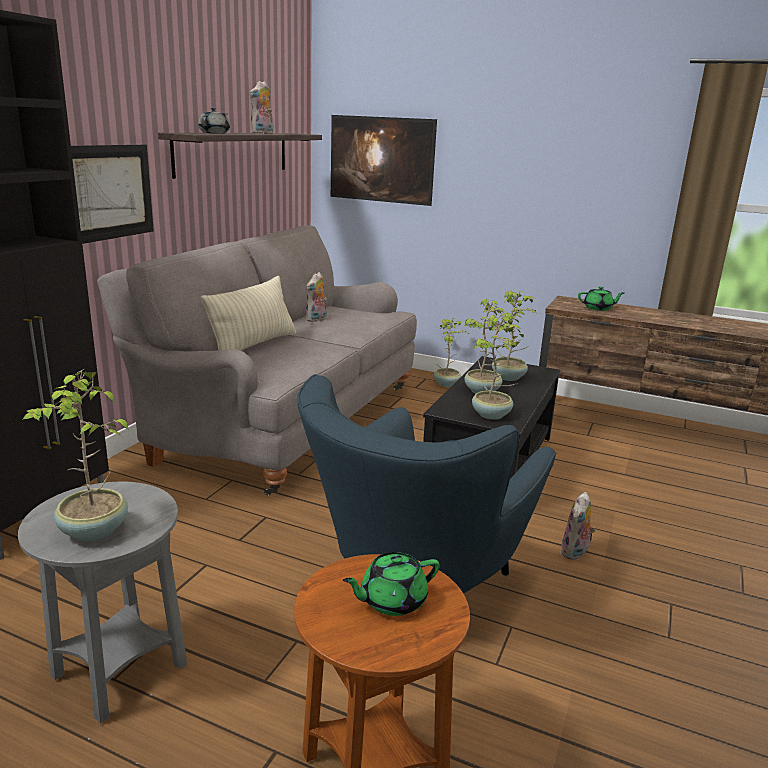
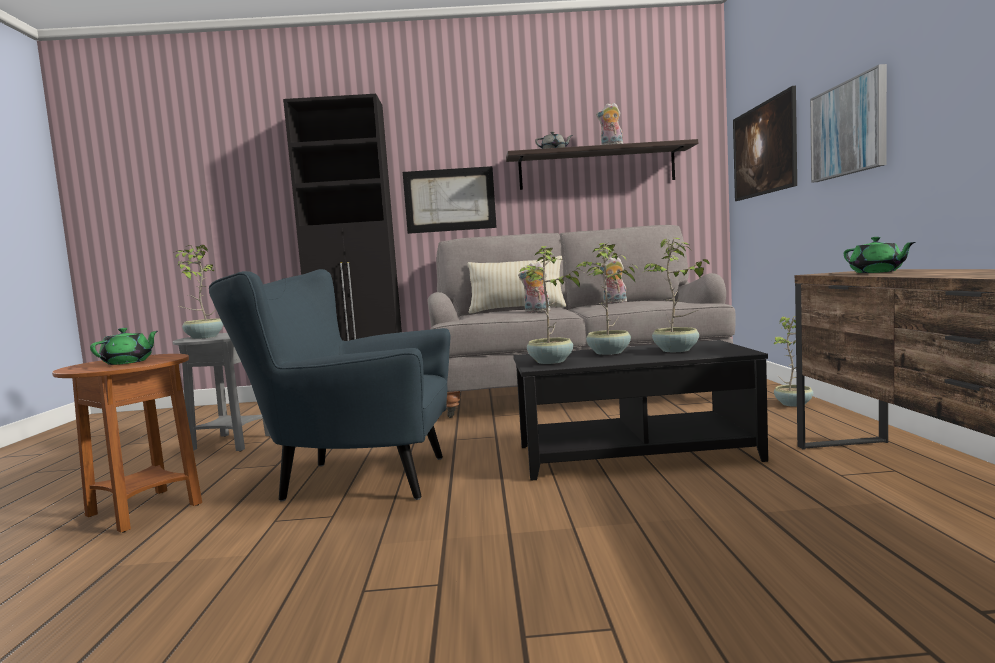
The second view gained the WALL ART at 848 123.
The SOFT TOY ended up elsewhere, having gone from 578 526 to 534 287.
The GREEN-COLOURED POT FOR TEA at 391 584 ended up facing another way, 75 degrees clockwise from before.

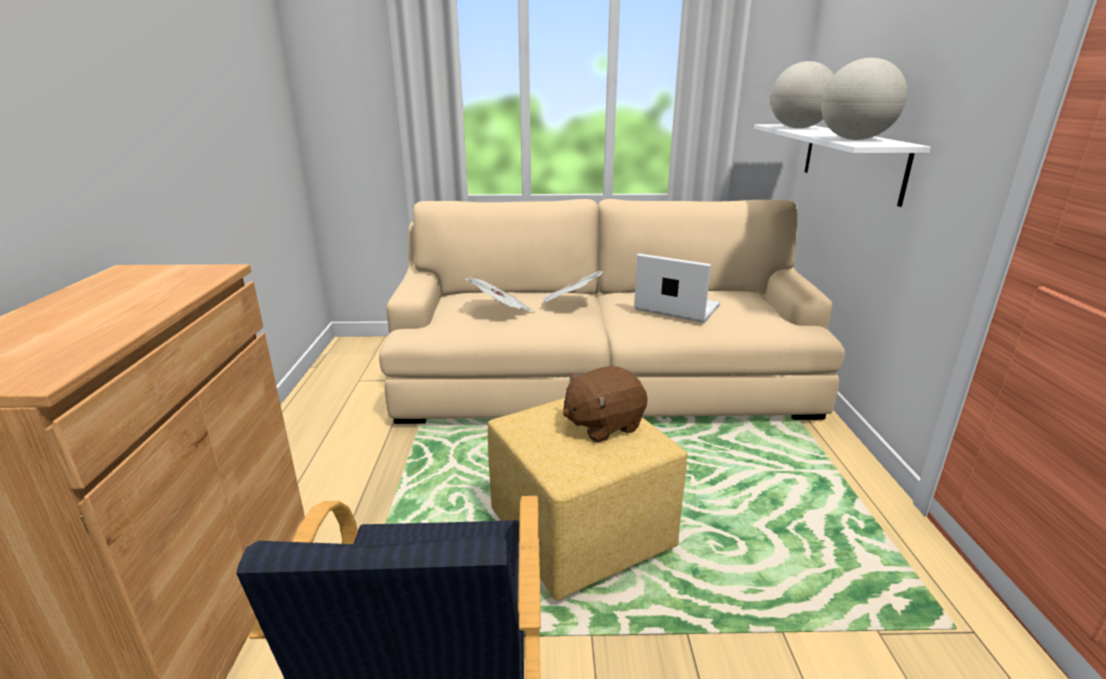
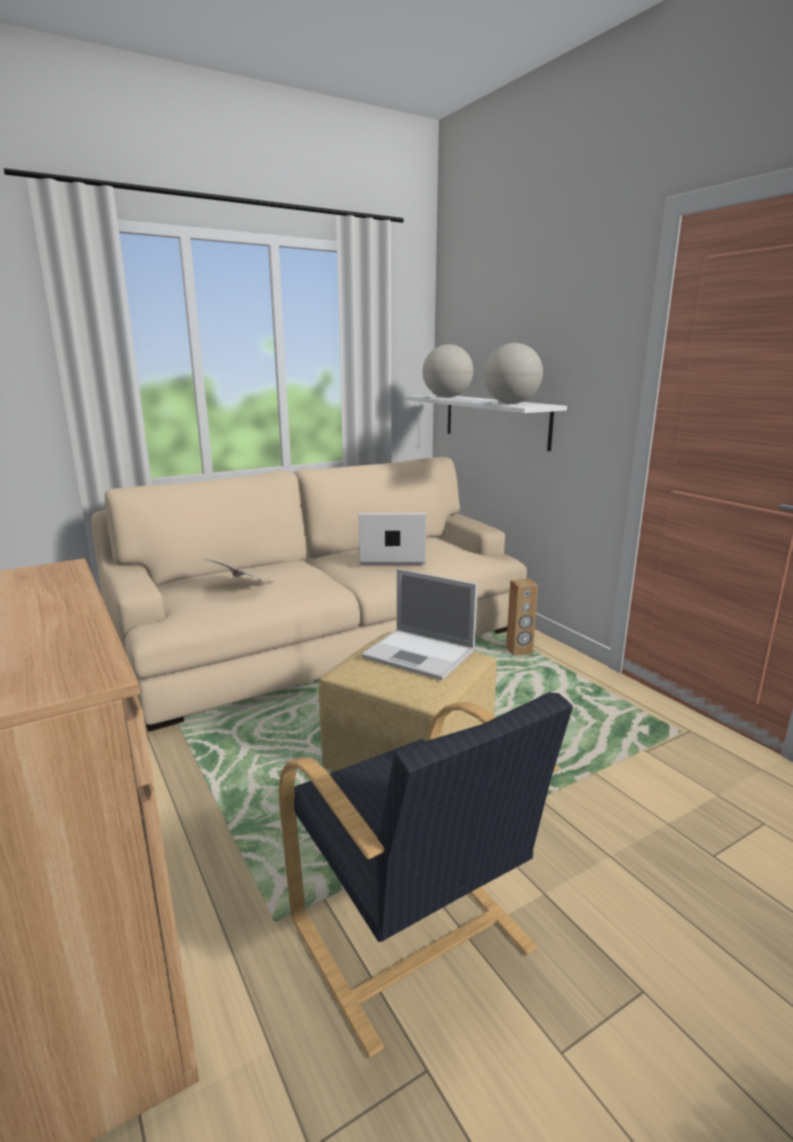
The second view lost the NEWSPAPER at 571 288.
The second view gained the BROWN LOUDSPEAKER at 522 617.
Where the BROWN SOFT TOY stood at 605 404, the PORTABLE COMPUTER came to stand at 419 624.

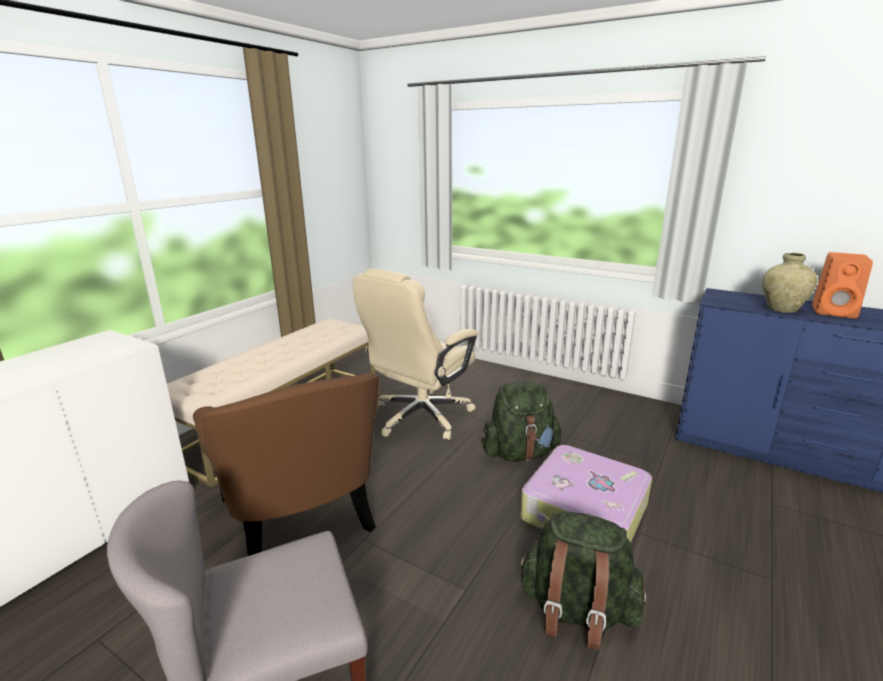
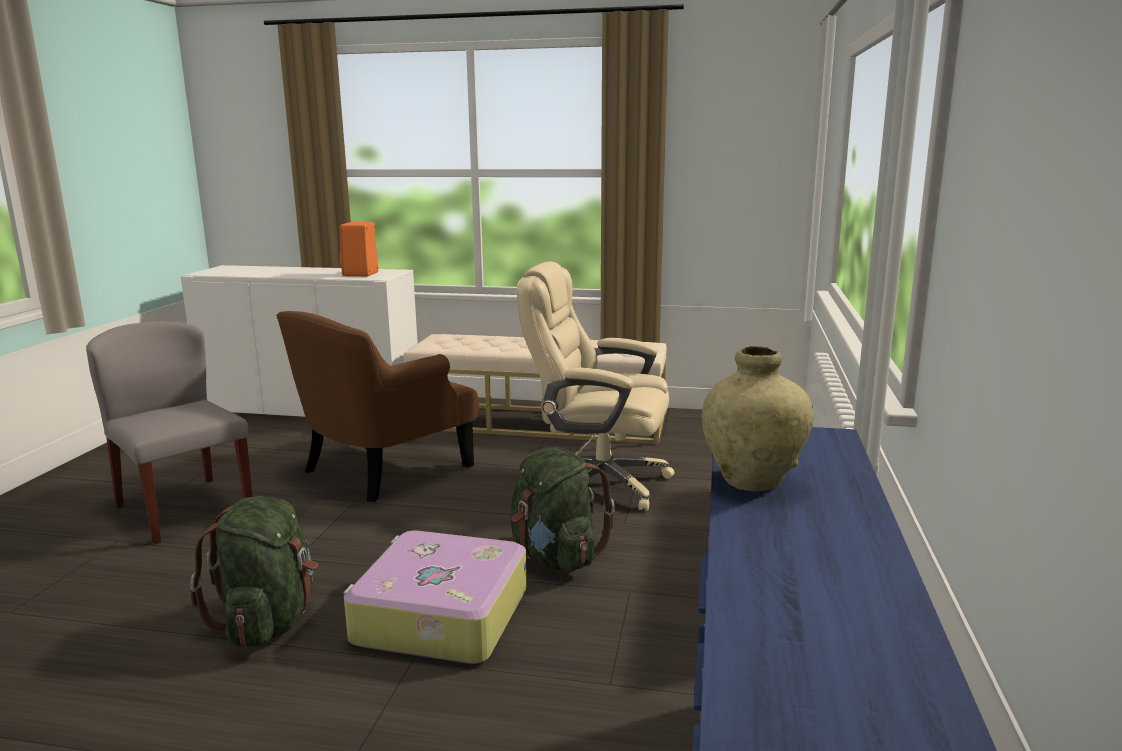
The ORANGE LOUDSPEAKER ended up elsewhere, having gone from 842 285 to 359 249.

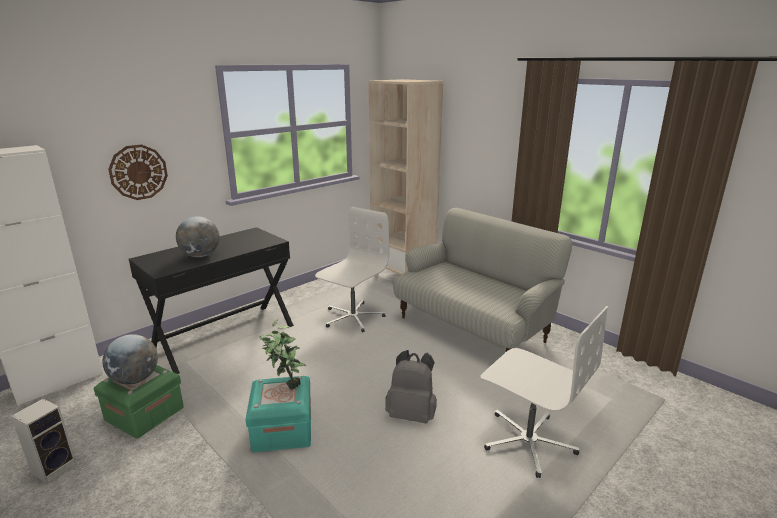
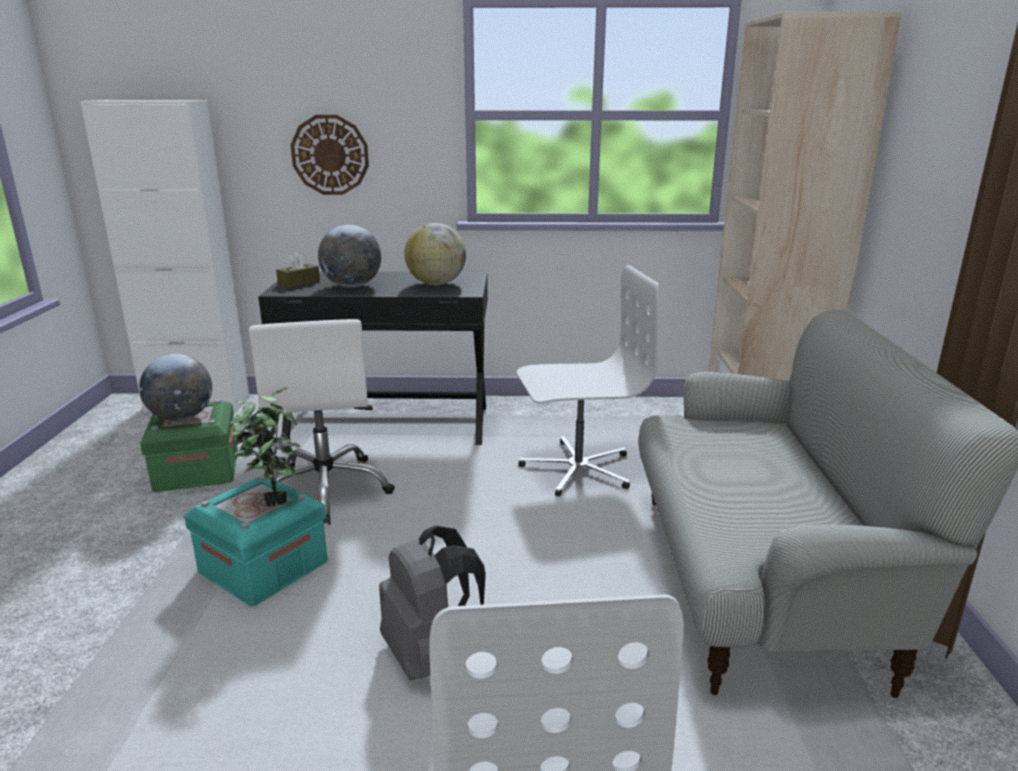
The second view lost the LOUDSPEAKER at 44 441.
The second view gained the WHITISH OFFICE CHAIR at 322 422.
The second view gained the BROWN TISSUE BOX at 298 270.
The second view gained the GLOBE at 435 254.

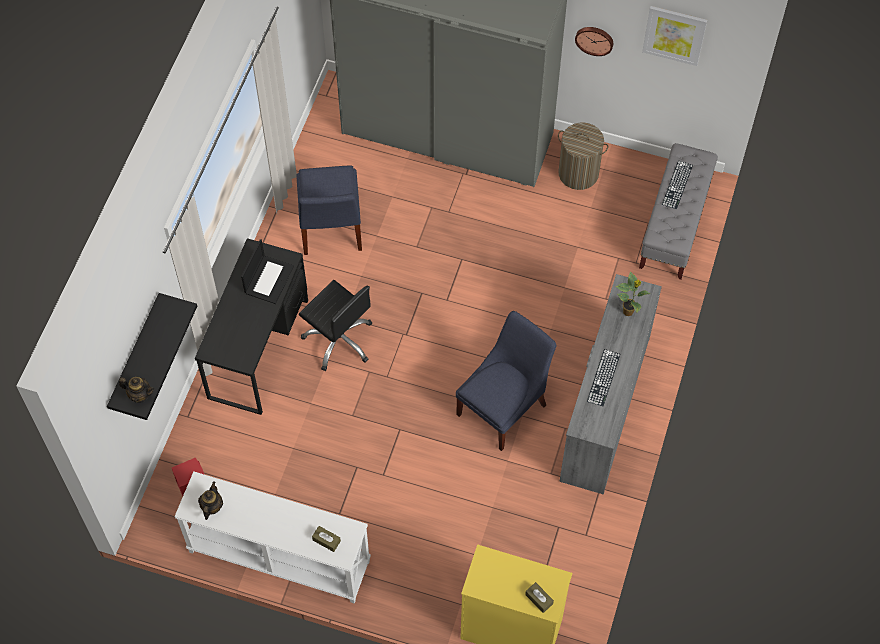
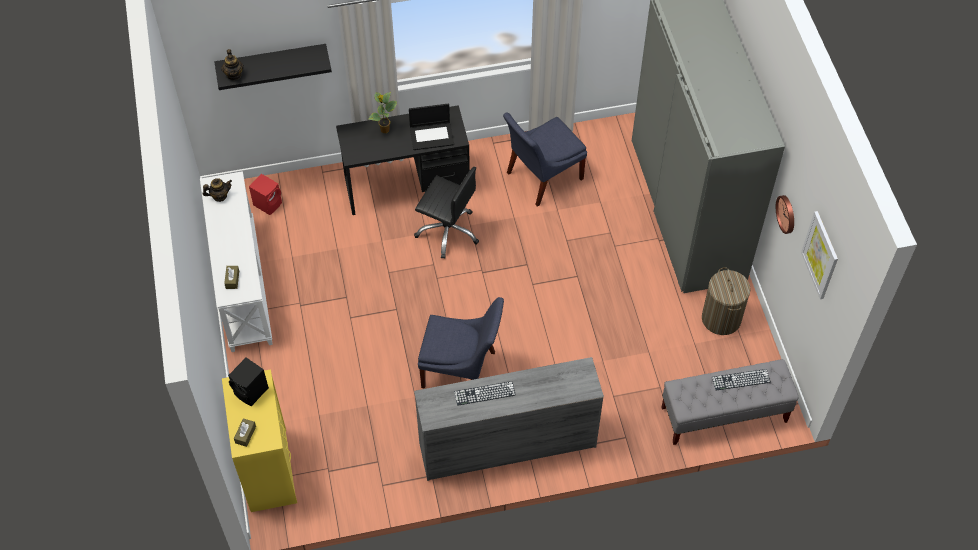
The second view gained the BLACK LOUDSPEAKER at 248 381.
The HOUSEPLANT ended up elsewhere, having gone from 633 294 to 382 112.
The BLACK OFFICE CHAIR at 335 325 ended up facing another way, 75 degrees counterclockwise from before.

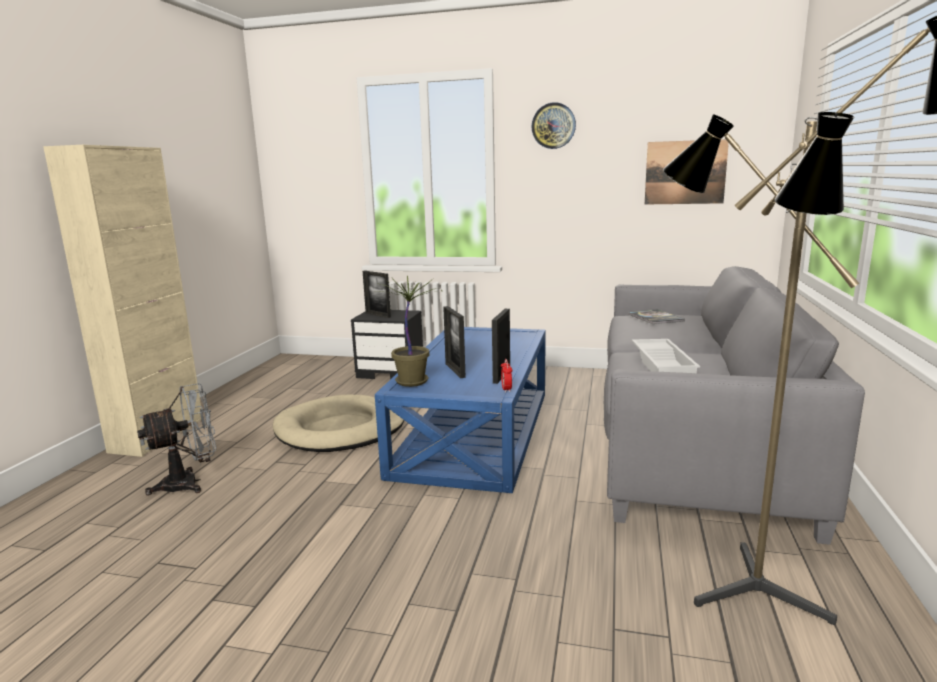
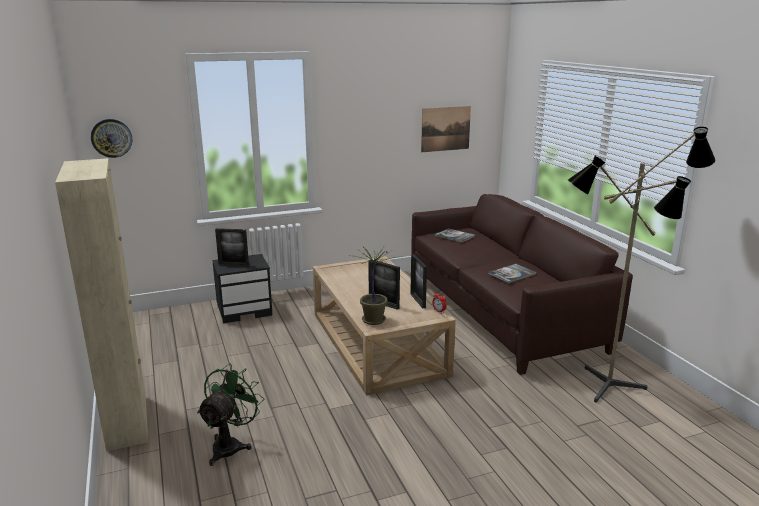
The second view lost the BEIGE-COLOURED PET BED at 338 423.
The WALL CLOCK ended up elsewhere, having gone from 554 125 to 111 138.
Where the WHITISH TRAY stood at 666 356, the BOUND BOOK came to stand at 512 273.
What was the GRAY FAN at 176 439 turned into the GREEN-COLOURED FAN at 230 414.
What was the BLUE-COLOURED LOUNGE TABLE at 460 410 turned into the BEIGE-COLOURED LOUNGE TABLE at 384 325.
What was the GRAY SOFA at 734 405 turned into the BROWN SOFA at 522 284.

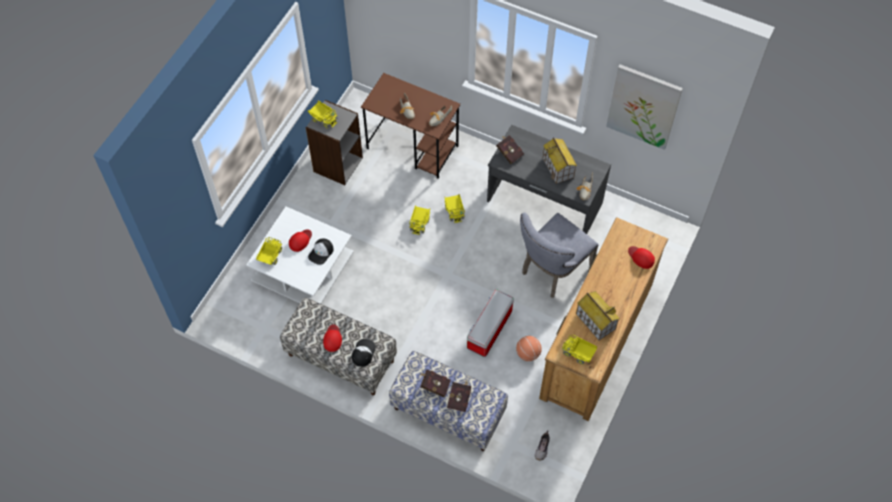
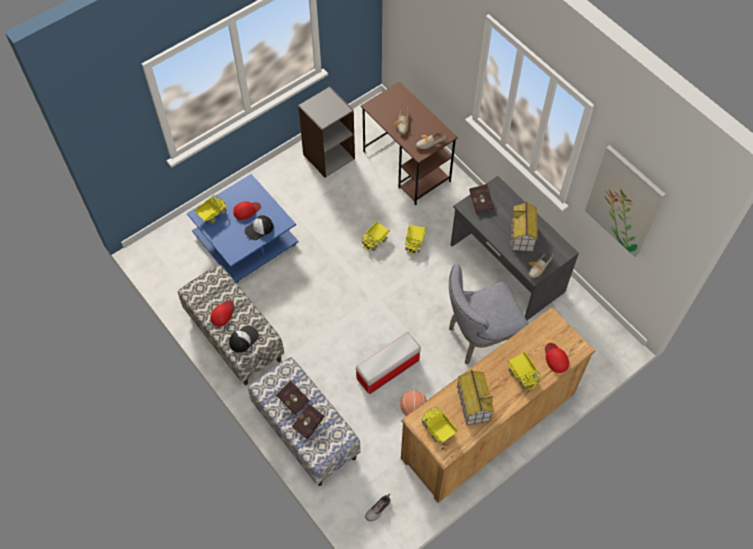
The TOY TRUCK ended up elsewhere, having gone from 322 114 to 524 371.
What was the WHITISH LOUNGE TABLE at 300 255 turned into the BLUE-COLOURED LOUNGE TABLE at 242 228.

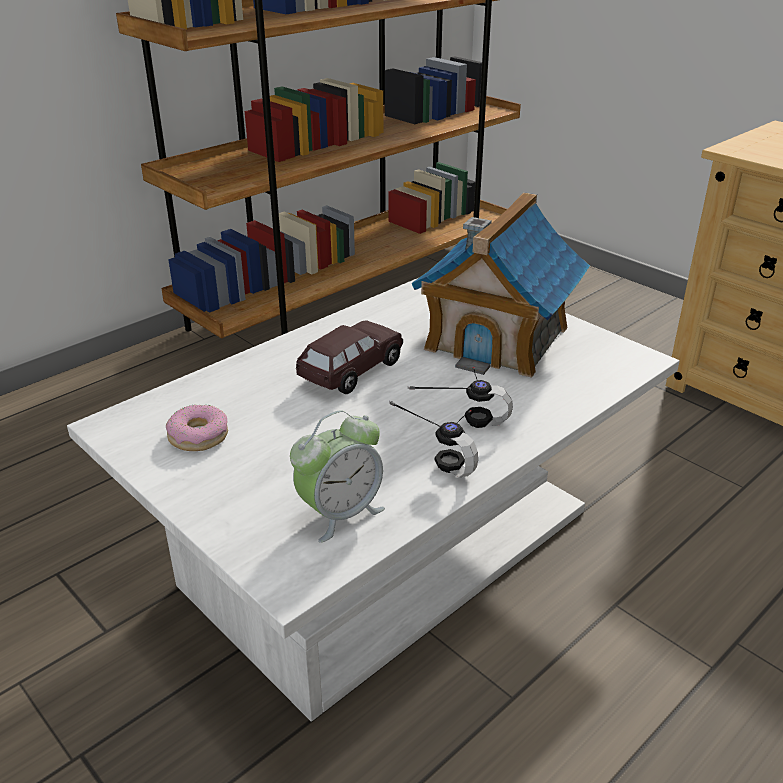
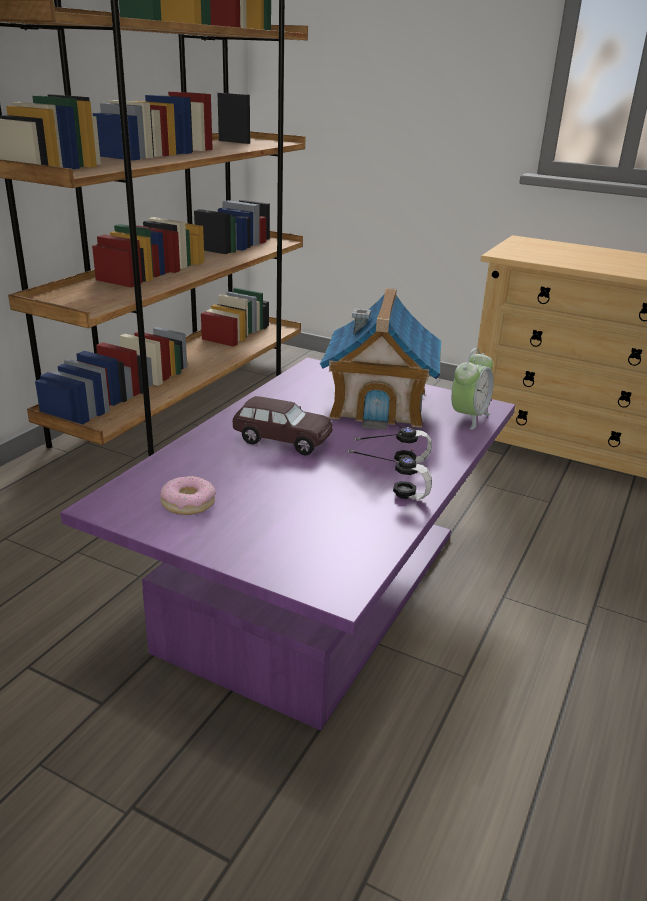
The ALARM CLOCK ended up elsewhere, having gone from 337 476 to 472 389.
What was the WHITISH LOUNGE TABLE at 373 500 turned into the PURPLE LOUNGE TABLE at 287 543.
The BROWN MINIATURE CAR at 349 357 ended up facing another way, 90 degrees clockwise from before.

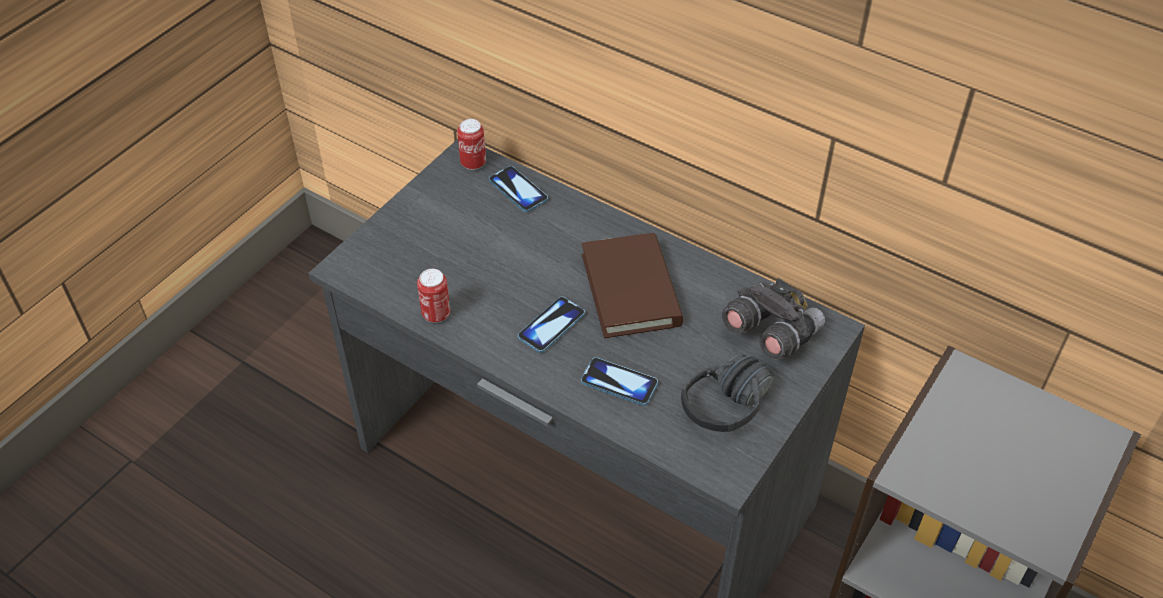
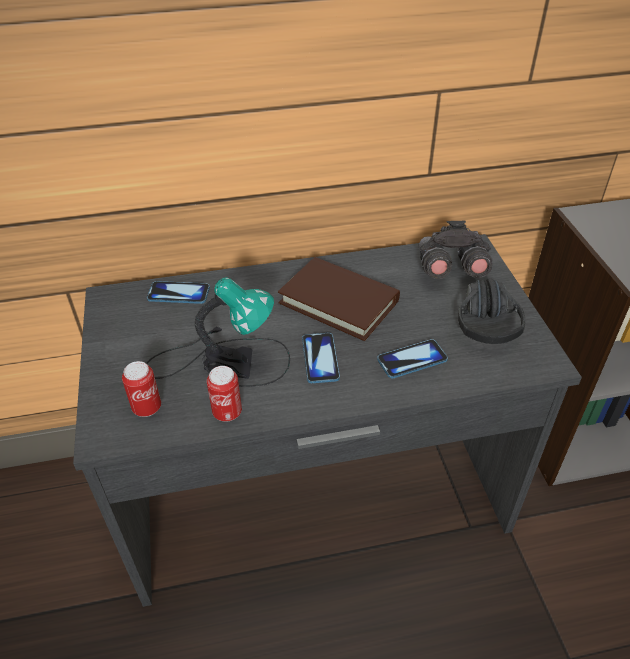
The second view gained the TABLETOP LAMP at 218 332.
The CAN ended up elsewhere, having gone from 471 144 to 141 389.

